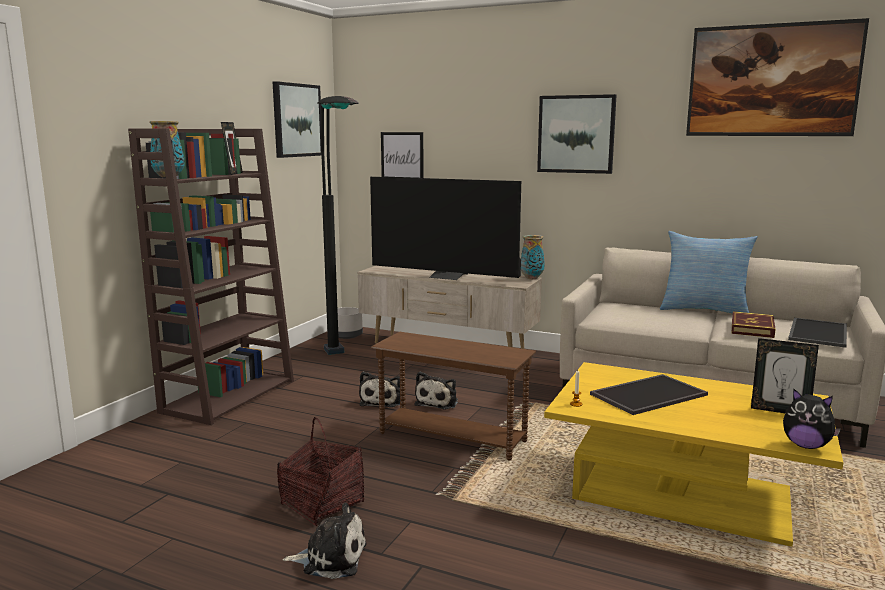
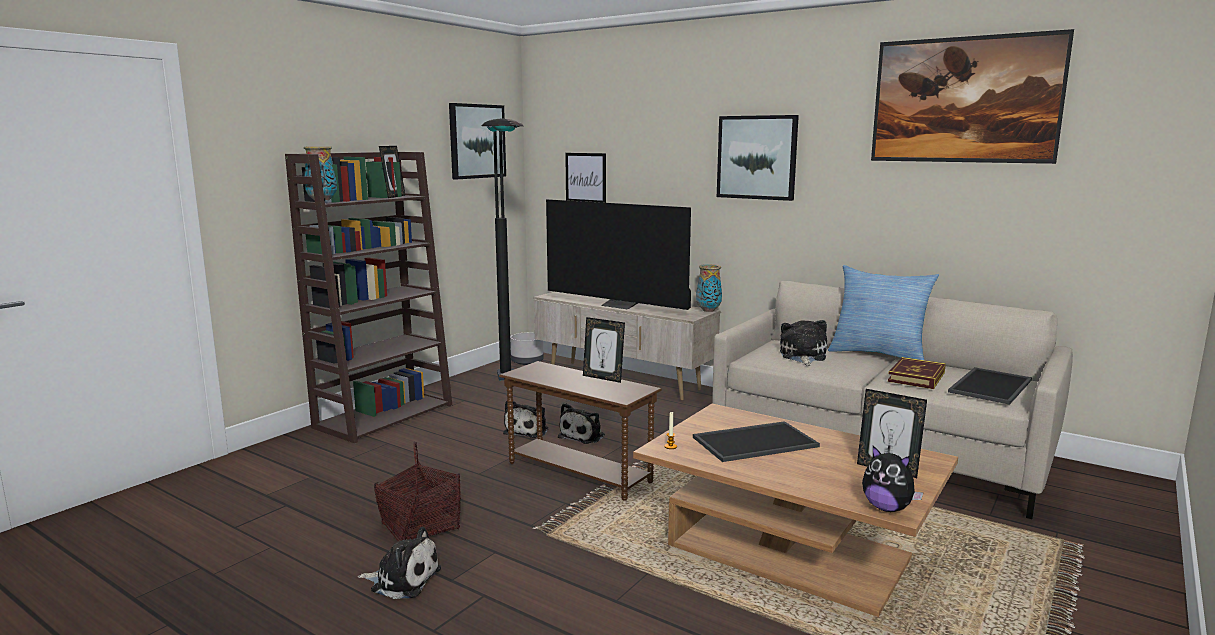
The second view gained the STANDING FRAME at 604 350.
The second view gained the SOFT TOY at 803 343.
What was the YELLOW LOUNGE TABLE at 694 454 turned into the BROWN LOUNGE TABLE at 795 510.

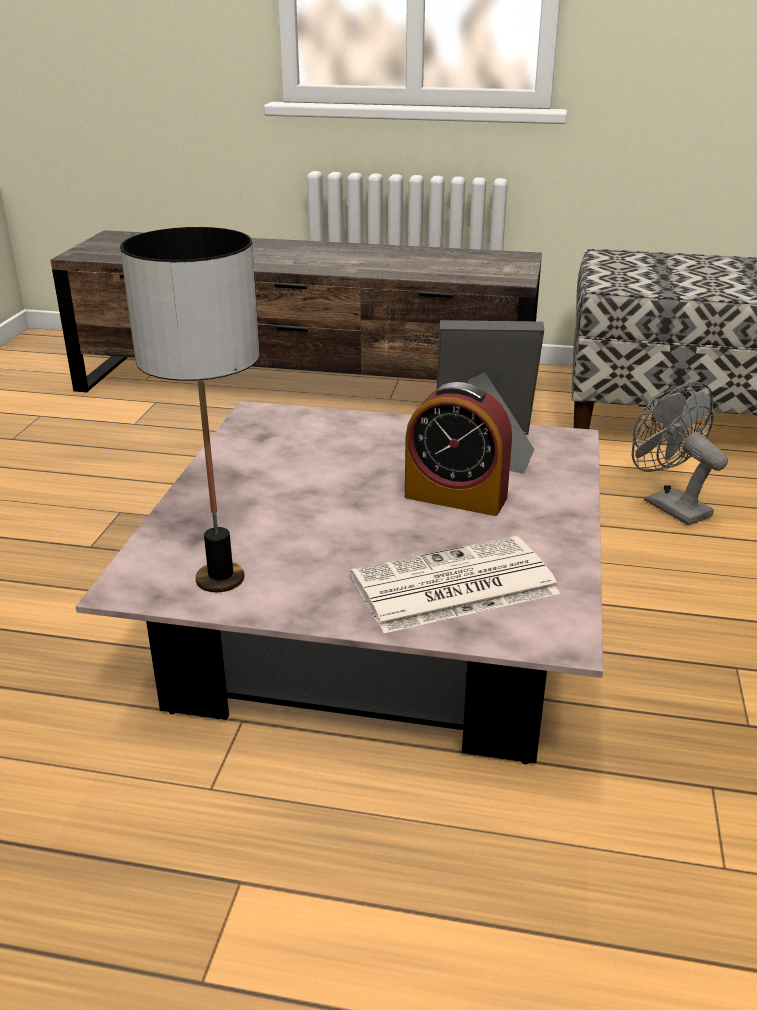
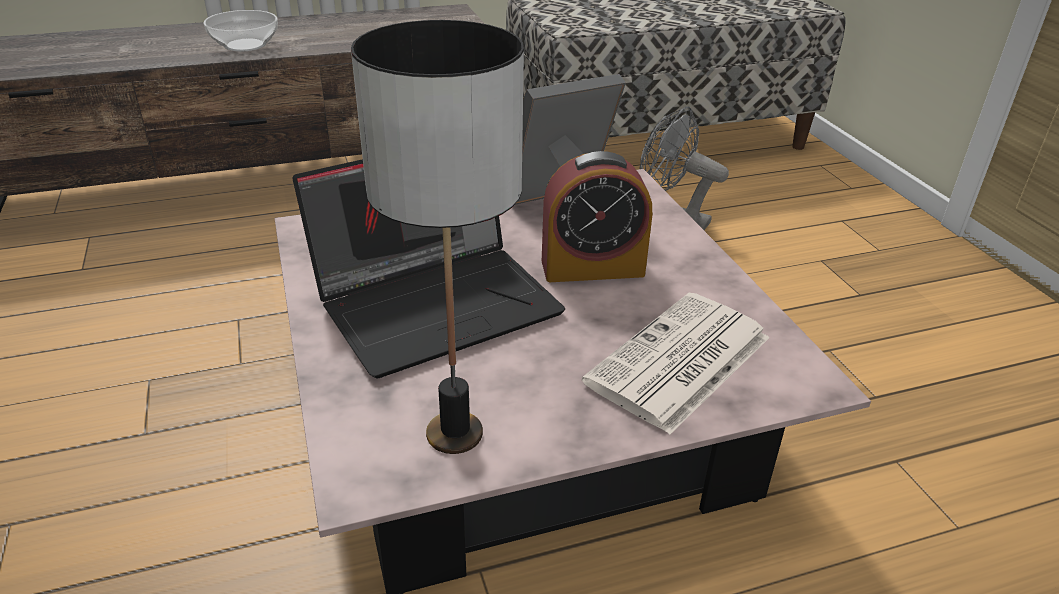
The second view gained the SERVING BOWL at 241 30.
The second view gained the PORTABLE COMPUTER at 429 269.

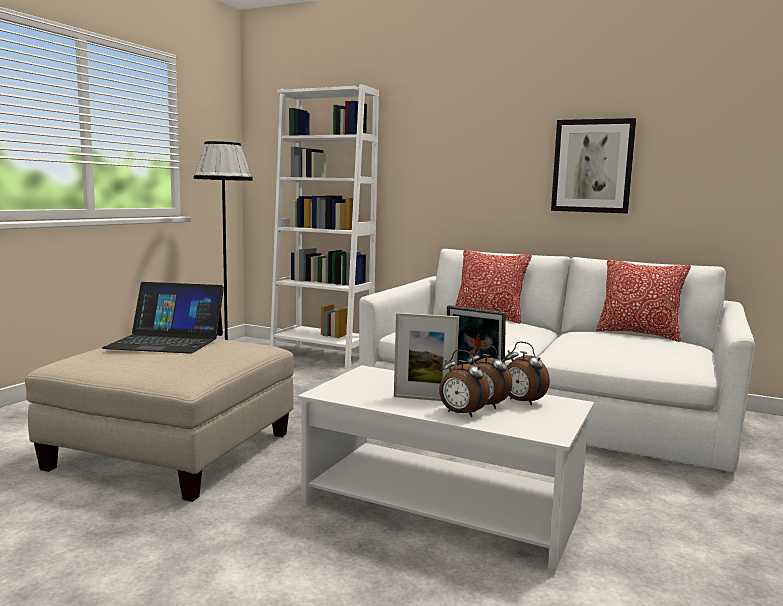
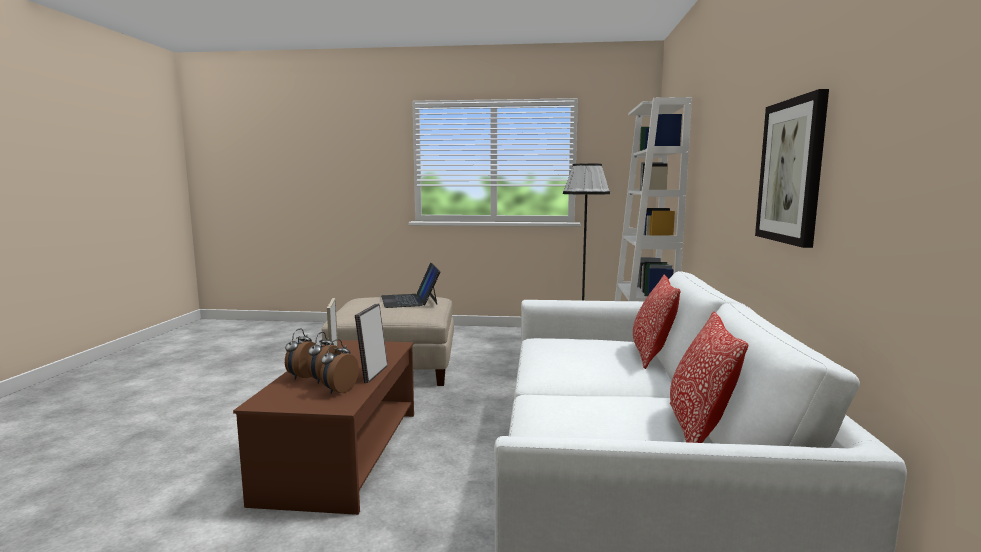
What was the WHITISH LOUNGE TABLE at 446 470 turned into the BROWN LOUNGE TABLE at 323 427.

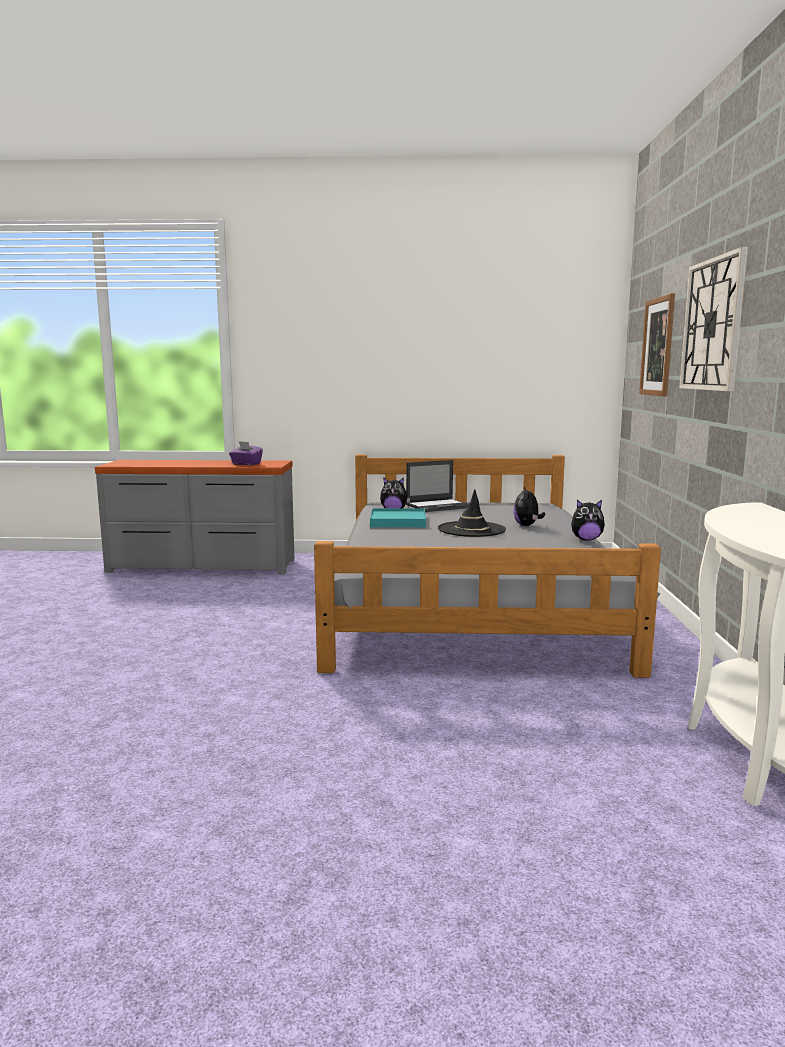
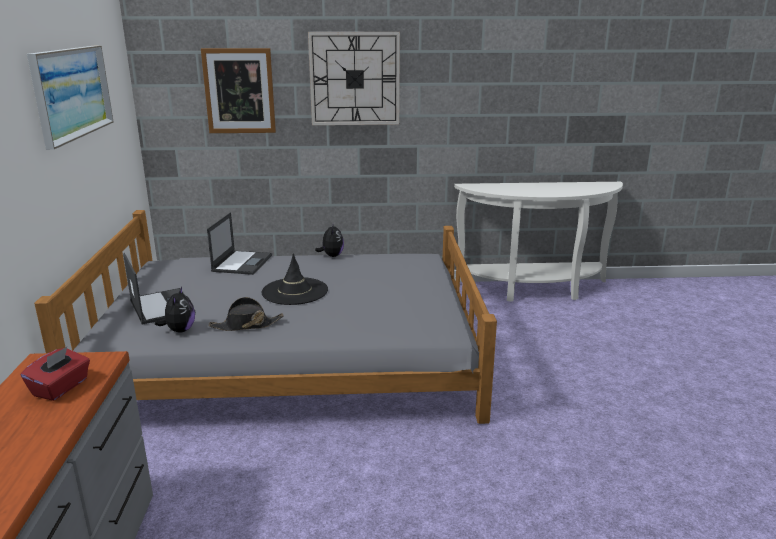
The second view lost the SOFT TOY at 529 506.
The second view gained the WALL ART at 70 97.
The second view gained the PORTABLE COMPUTER at 239 243.
Where the TURQUOISE TRAY stood at 398 517, the BLACK HAT came to stand at 246 314.
What was the PURPLE TISSUE BOX at 246 453 turned into the REDDISH TISSUE BOX at 55 374.

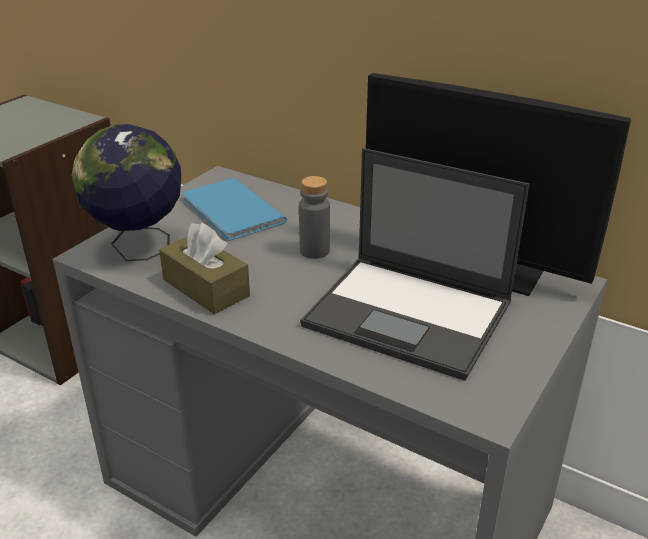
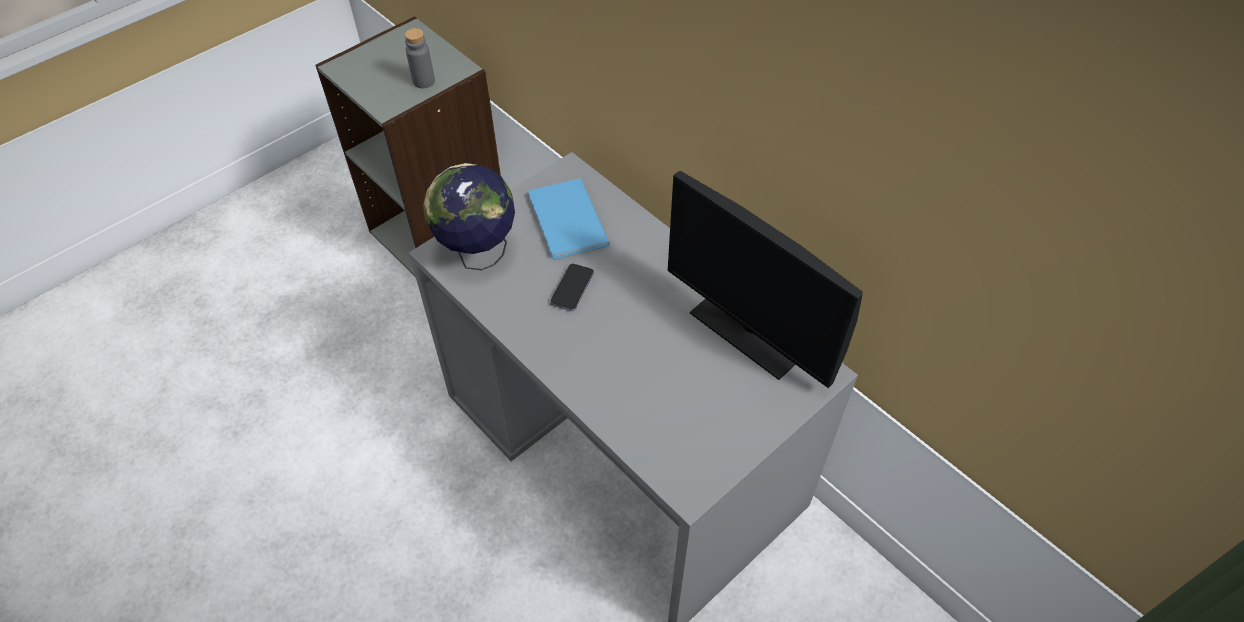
The second view lost the BROWN TISSUE BOX at 204 268.
The second view lost the PORTABLE COMPUTER at 415 264.
The second view gained the PHONE at 572 287.
The GRAY DRINK BOTTLE ended up elsewhere, having gone from 314 217 to 420 58.

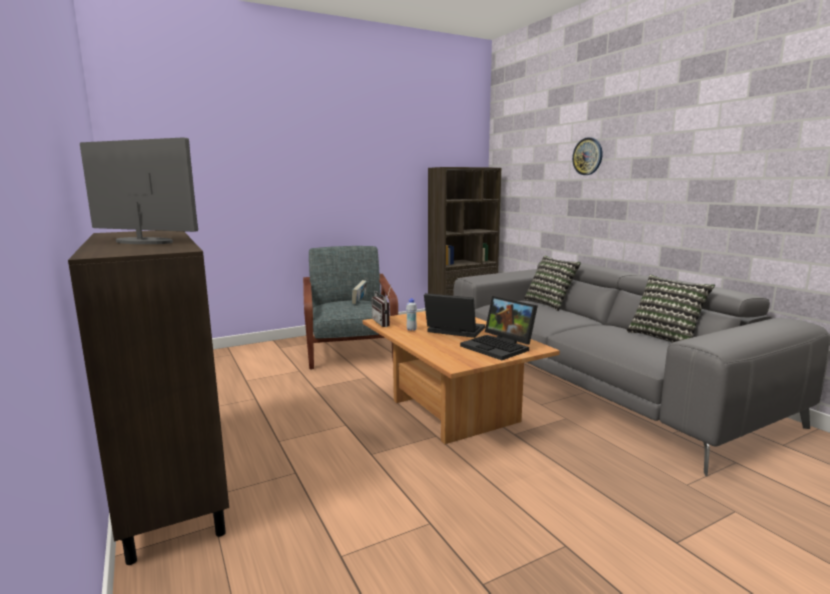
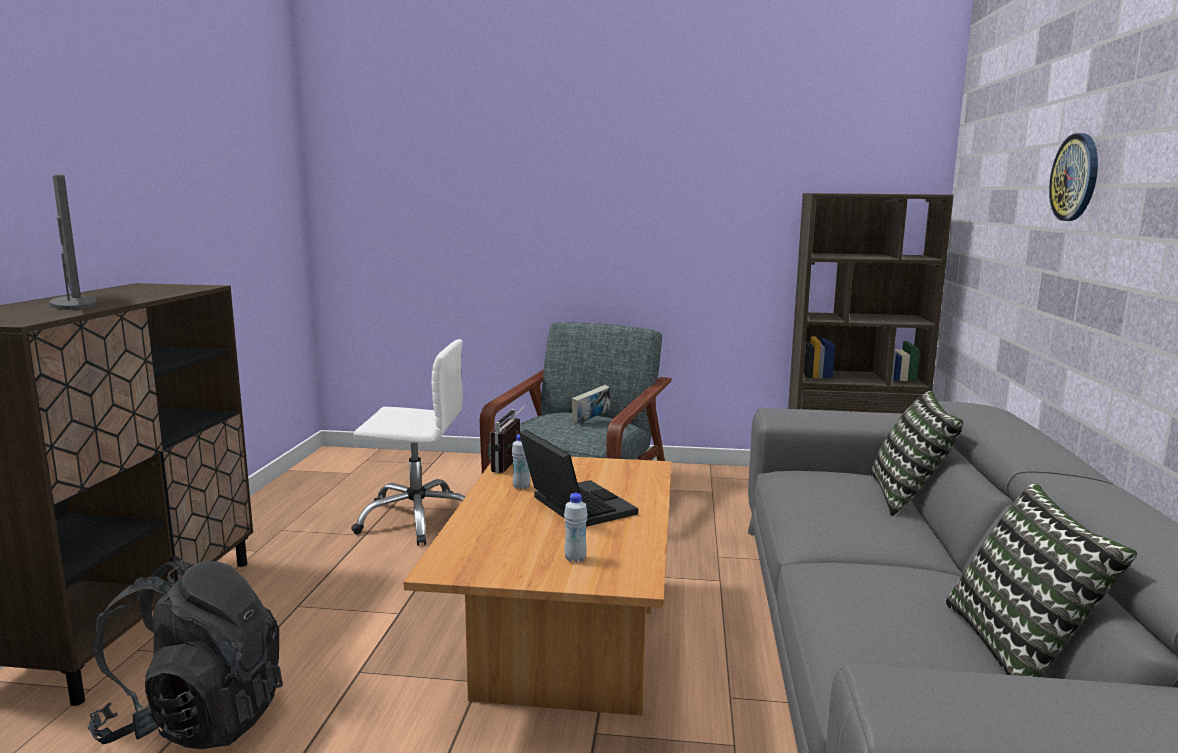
The second view gained the BLACK BACKPACK at 185 652.
The second view gained the WHITISH OFFICE CHAIR at 408 442.
Where the PORTABLE COMPUTER stood at 499 328, the WHITISH DRINK BOTTLE came to stand at 576 528.

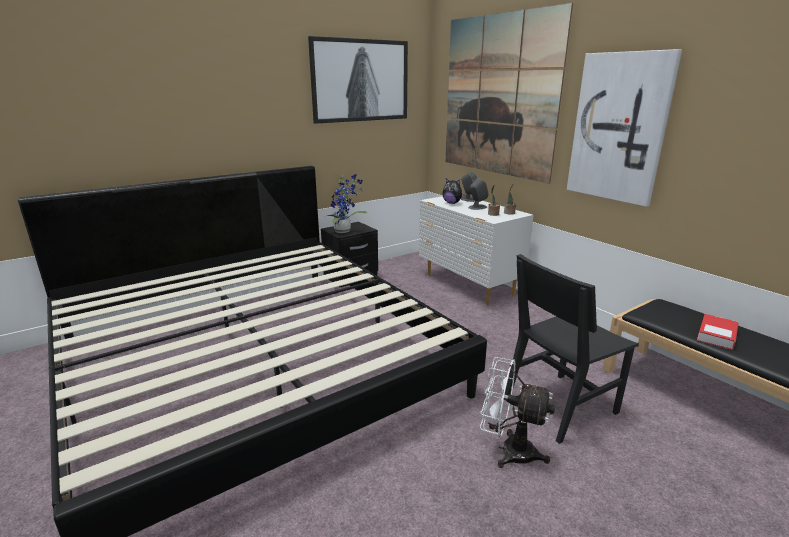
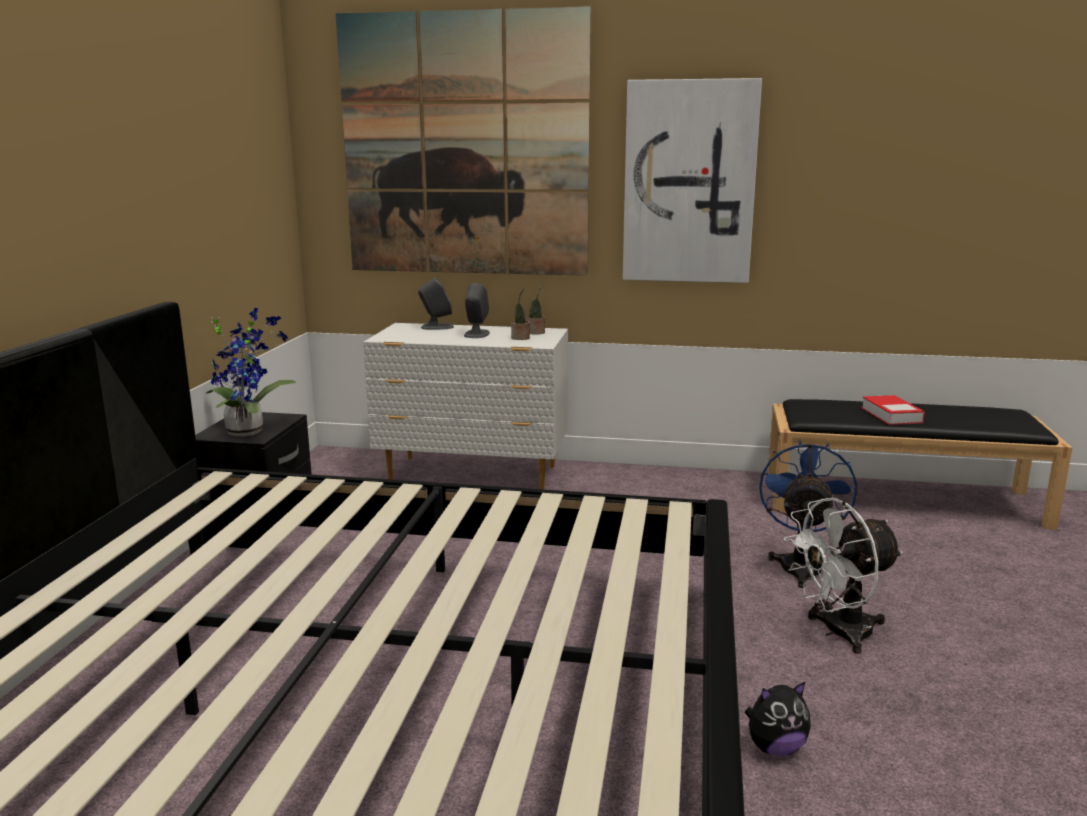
The second view lost the WALL ART at 358 80.
The SOFT TOY ended up elsewhere, having gone from 453 191 to 778 719.
Where the BLACK PLAIN CHAIR stood at 572 349, the BLUE-COLOURED FAN came to stand at 808 513.

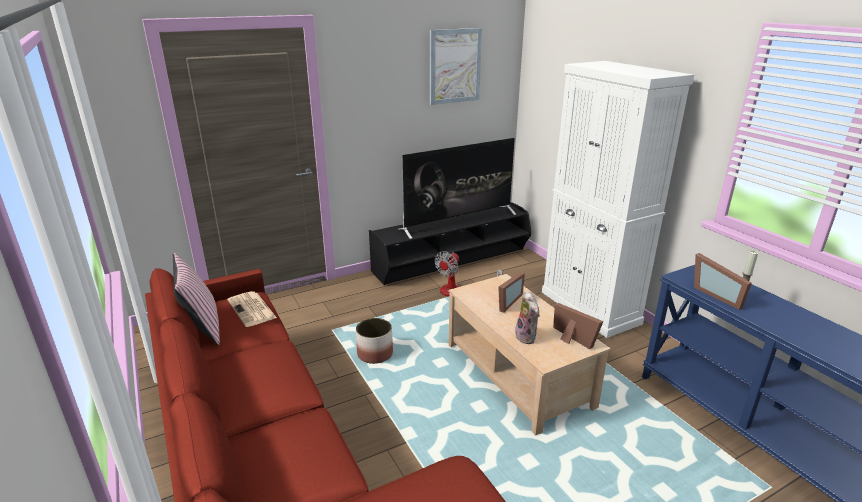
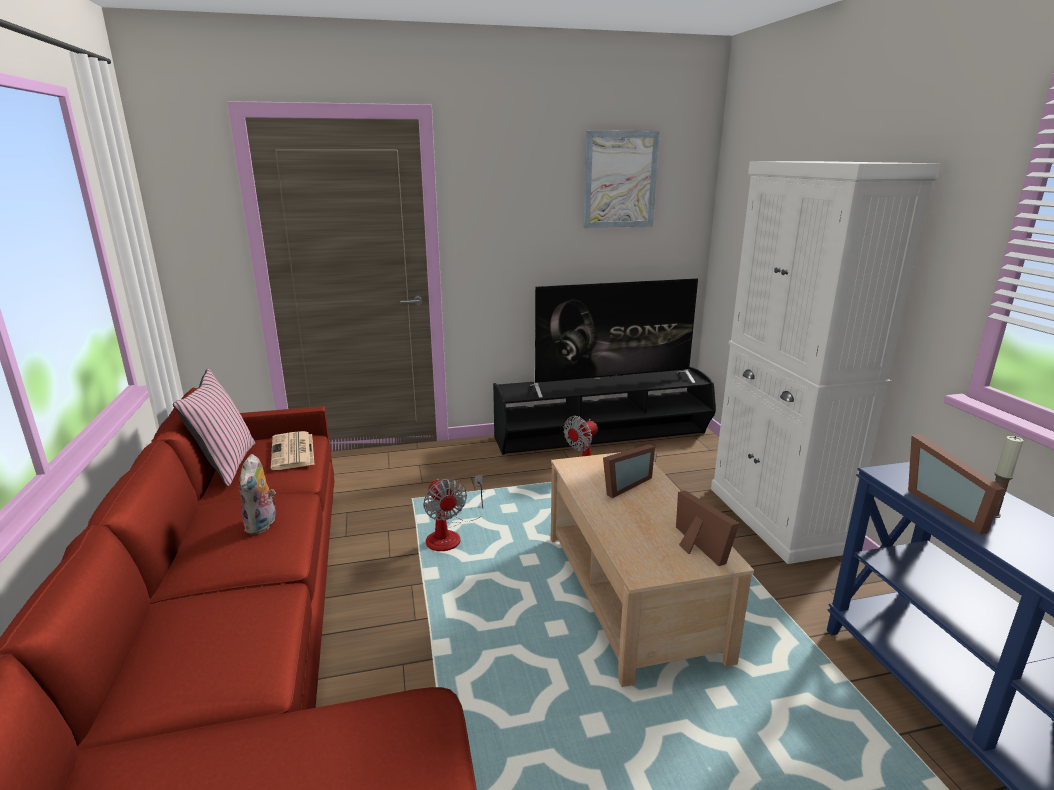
The SOFT TOY ended up elsewhere, having gone from 527 317 to 257 494.
Where the PLANT POT stood at 374 341, the FAN came to stand at 453 513.

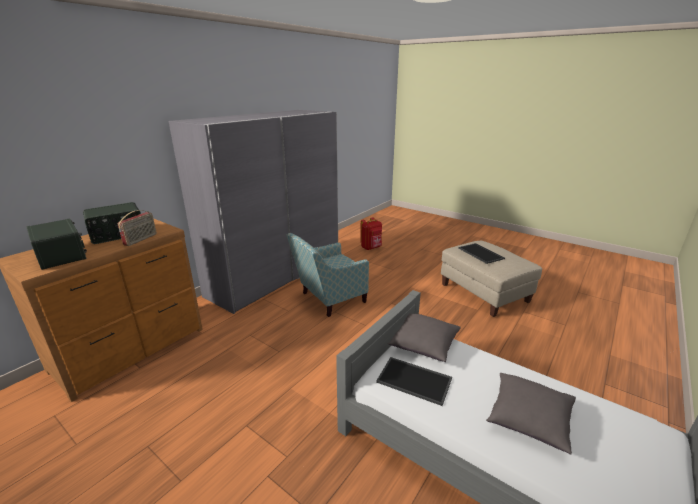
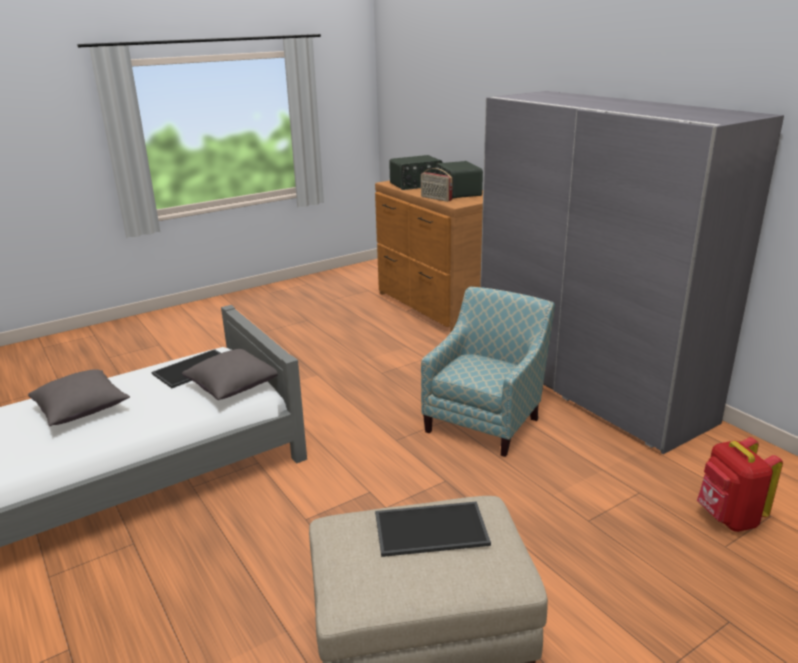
The EASY CHAIR at 327 275 ended up facing another way, 45 degrees clockwise from before.

